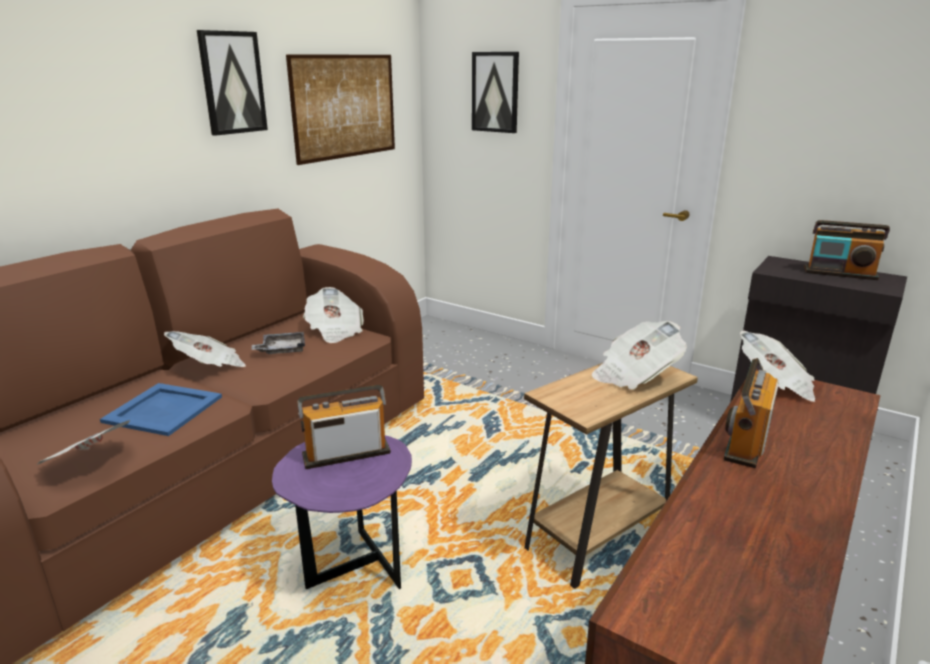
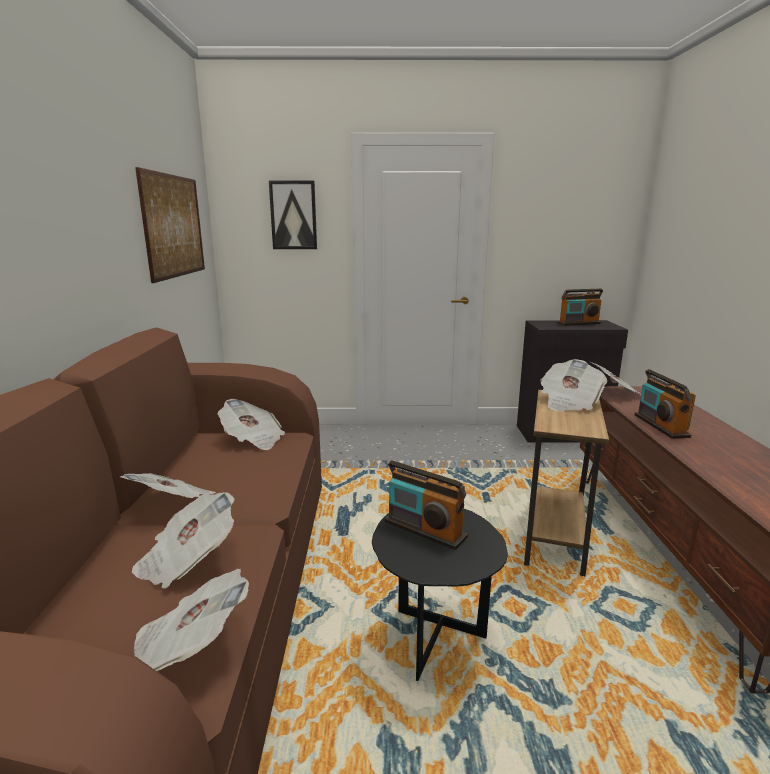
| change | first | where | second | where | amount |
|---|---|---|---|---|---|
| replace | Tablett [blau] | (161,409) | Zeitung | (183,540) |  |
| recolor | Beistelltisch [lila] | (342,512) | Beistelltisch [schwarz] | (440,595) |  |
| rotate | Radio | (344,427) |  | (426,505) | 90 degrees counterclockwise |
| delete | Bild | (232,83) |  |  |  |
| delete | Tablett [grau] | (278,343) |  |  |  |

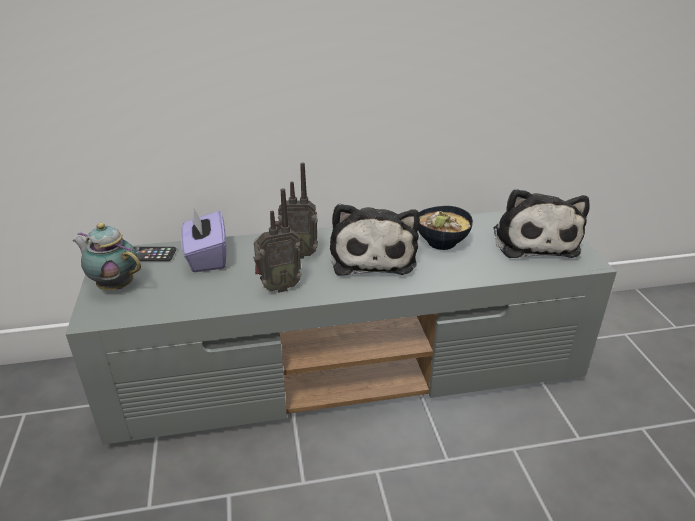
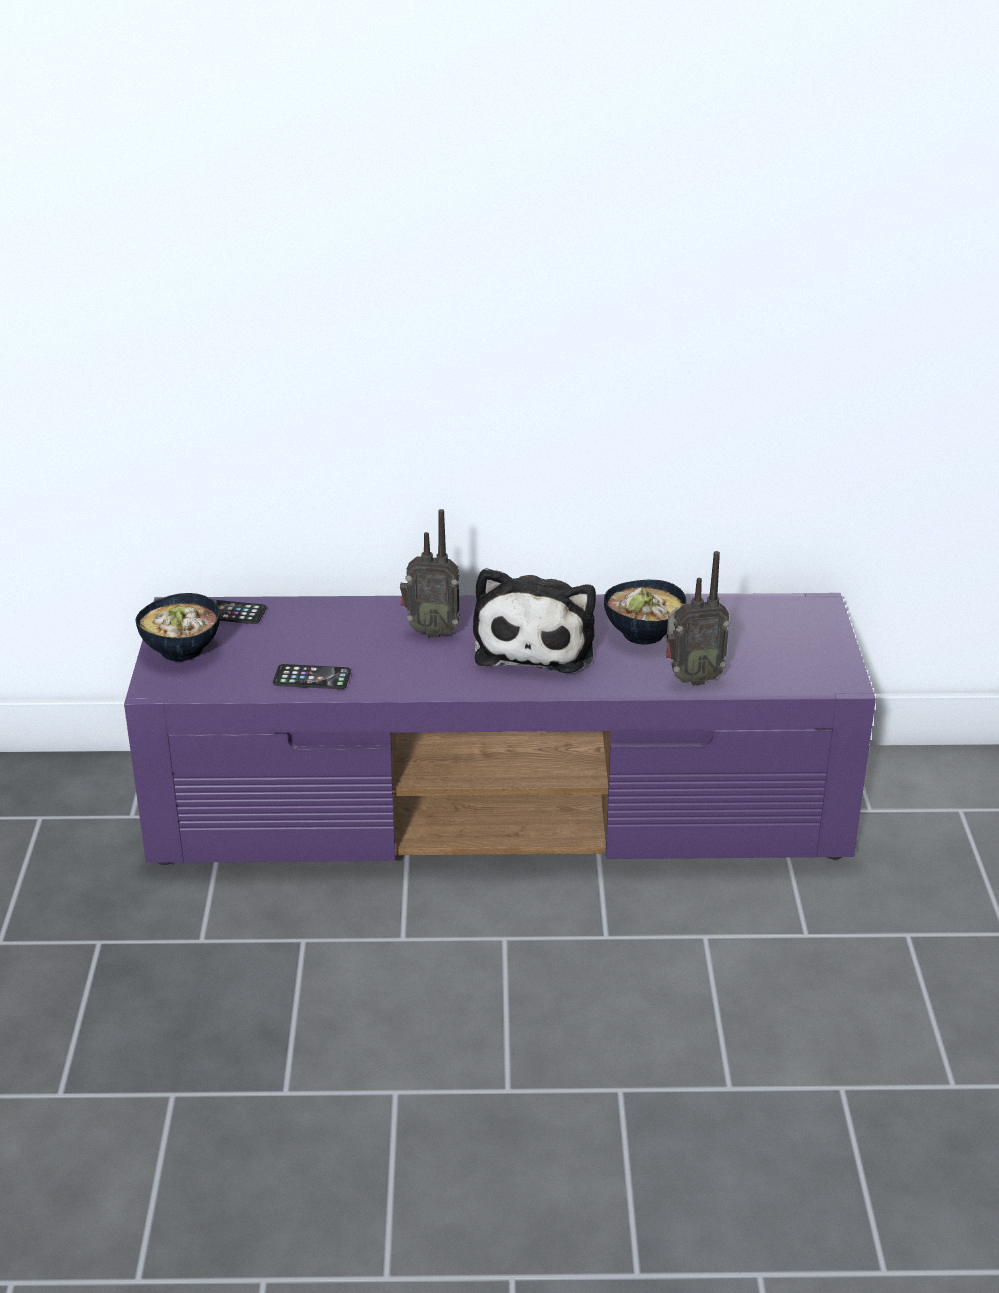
| change | first | where | second | where | amount |
|---|---|---|---|---|---|
| recolor | Fernsehschrank [grau] | (341,328) | Fernsehschrank [lila] | (500,729) |  |
| replace | Teekanne | (106,256) | Schüssel | (178,627) |  |
| insert |  |  | Handy | (312,676) |  |
| move | Radio | (277,240) |  | (698,618) |  |
| delete | Taschentuchbox [lila] | (204,240) |  |  |  |
| delete | Plüschtier | (541,223) |  |  |  |

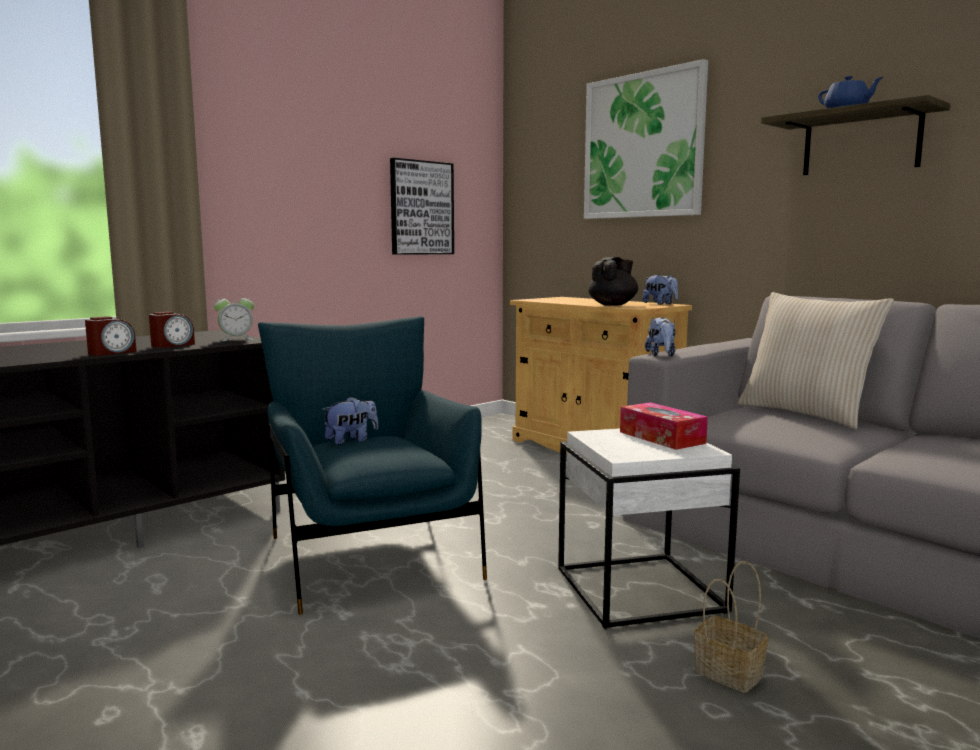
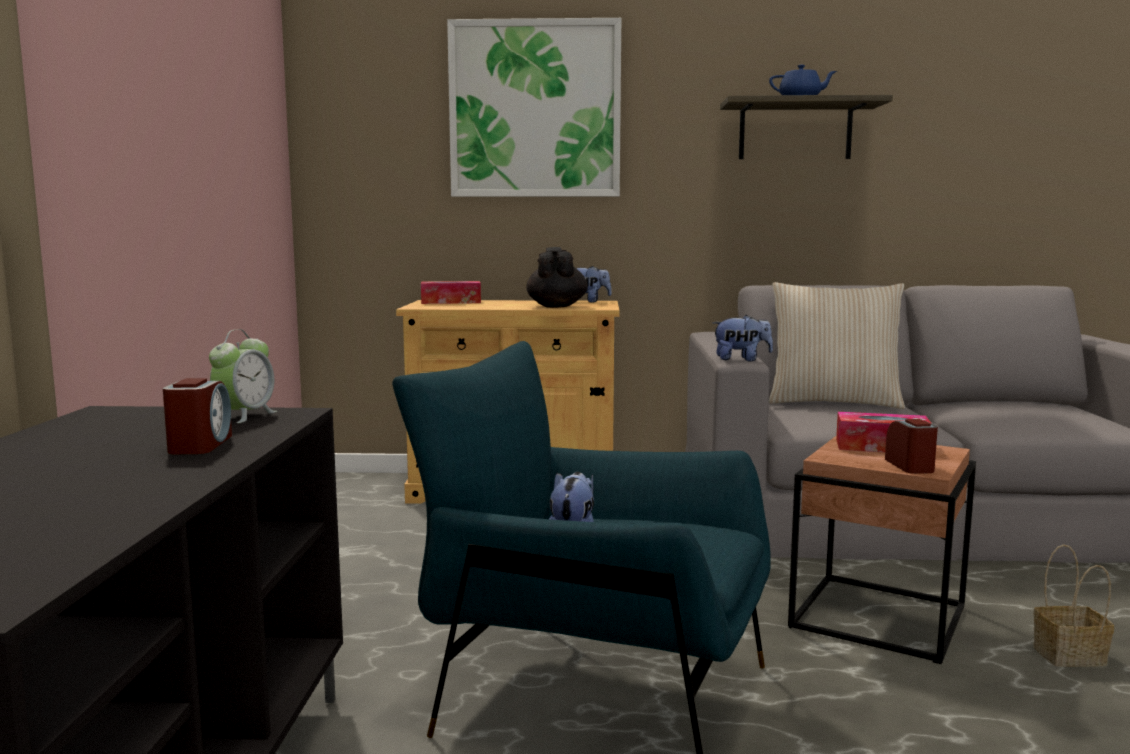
| change | first | where | second | where | amount |
|---|---|---|---|---|---|
| insert |  |  | Taschentuchbox | (451,292) |  |
| rotate | Plüschtier | (660,337) |  | (742,338) | 45 degrees counterclockwise |
| recolor | Beistelltisch [weiß] | (649,528) | Beistelltisch [braun] | (882,550) |  |
| move | Wecker | (111,336) |  | (911,446) |  |
| delete | Bild | (422,206) |  |  |  |

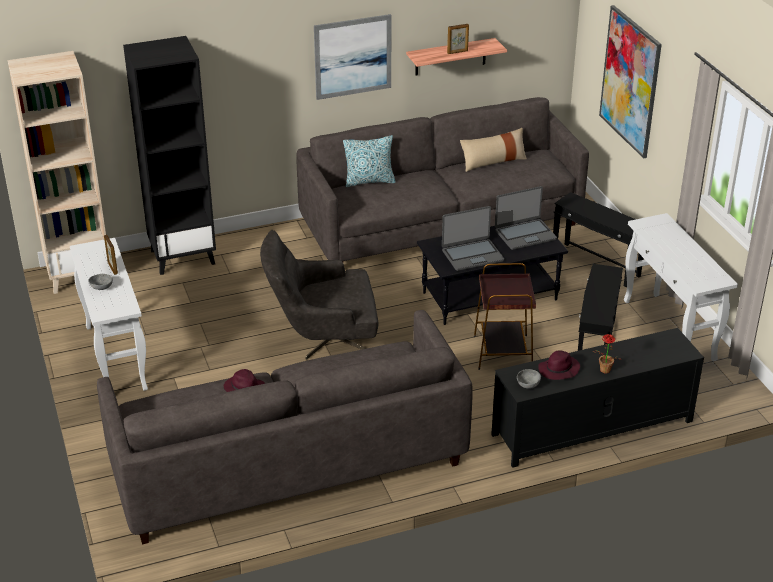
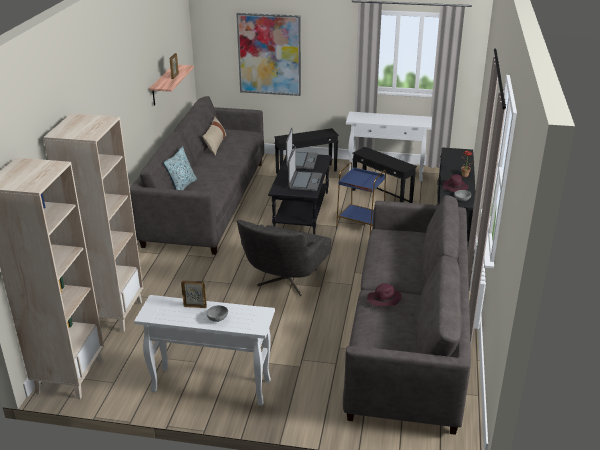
| change | first | where | second | where | amount |
|---|---|---|---|---|---|
| recolor | Bücherregal [schwarz] | (169,155) | Bücherregal [beige] | (93,223) |  |
| recolor | Beistelltisch [braun] | (505,316) | Beistelltisch [blau] | (361,199) |  |
| delete | Bild | (352,57) |  |  |  |

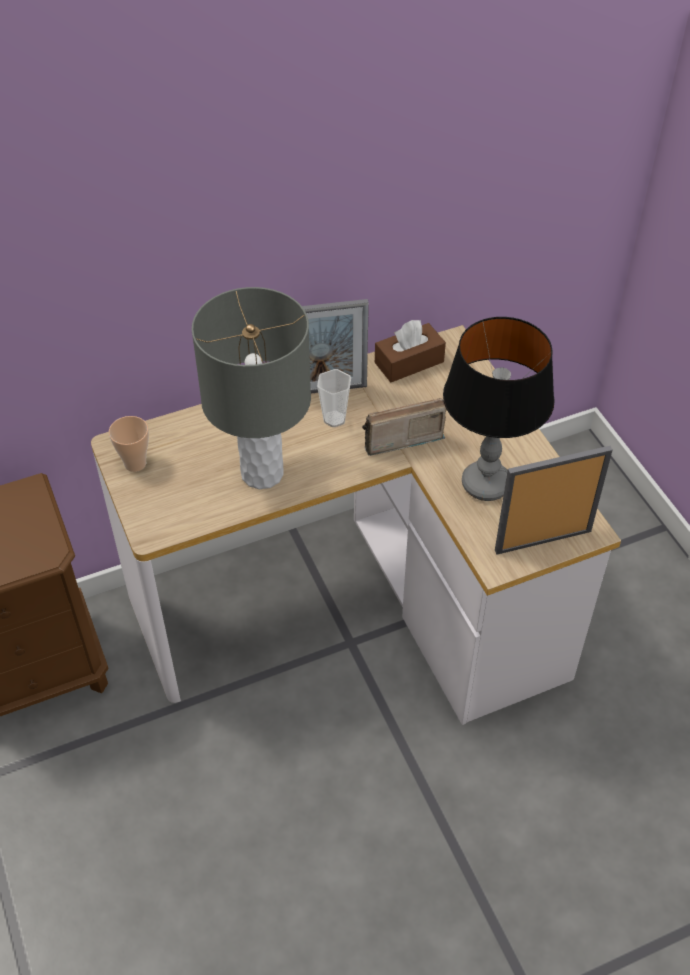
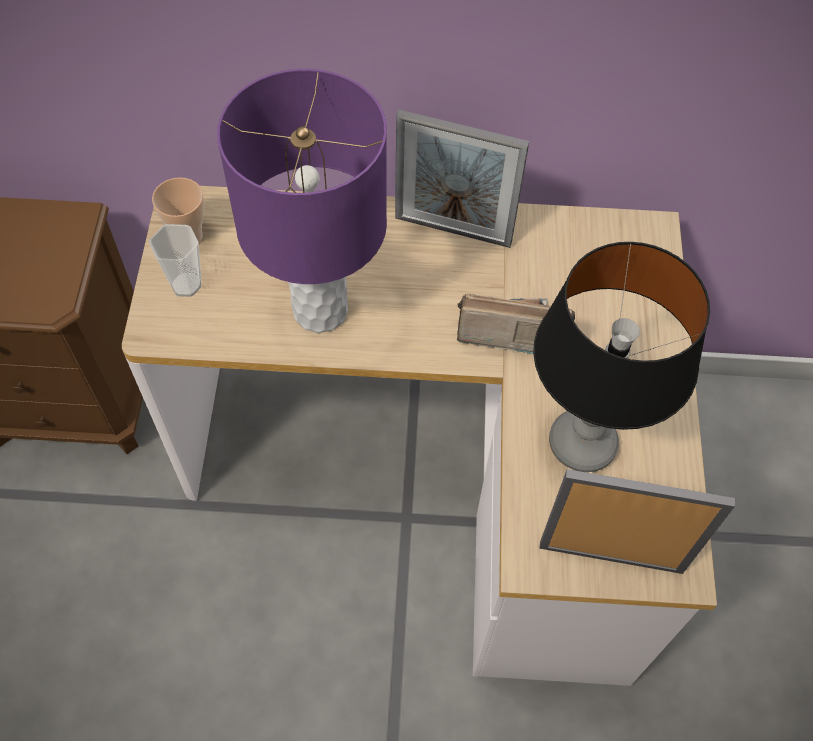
| change | first | where | second | where | amount |
|---|---|---|---|---|---|
| move | Tasse | (334,398) |  | (175,260) |  |
| recolor | Tischlampe [grau] | (251,388) | Tischlampe [lila] | (302,201) |  |
| delete | Taschentuchbox [braun] | (410,351) |  |  |  |

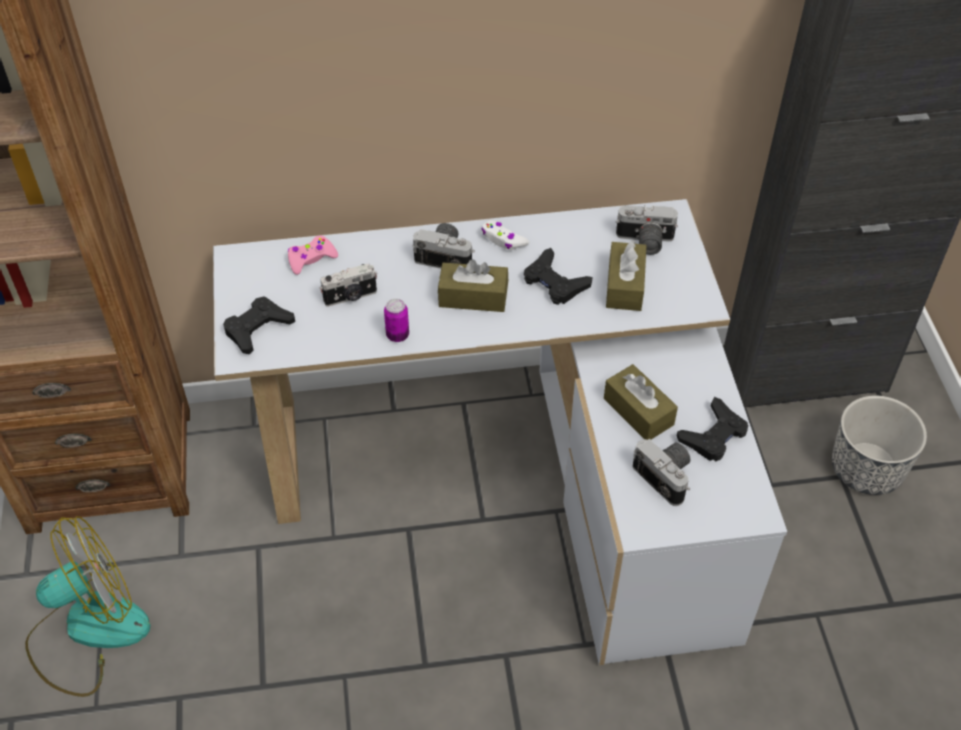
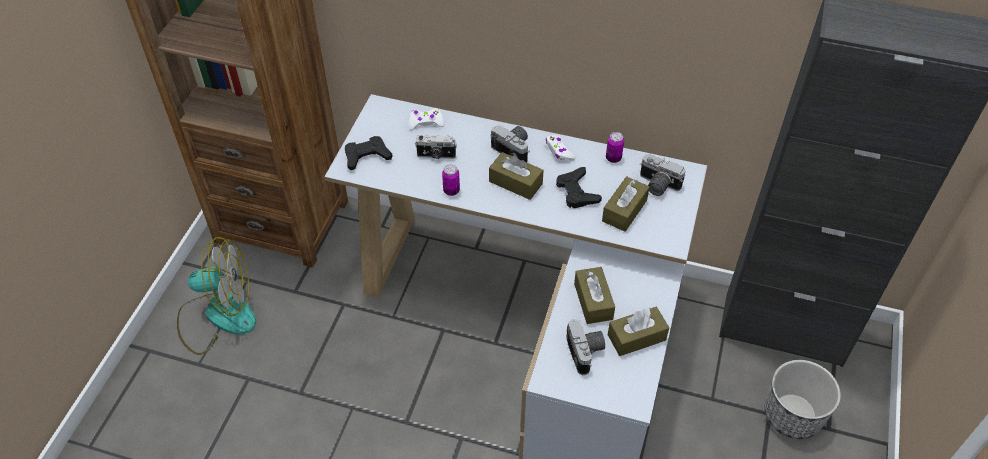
| change | first | where | second | where | amount |
|---|---|---|---|---|---|
| recolor | Gamepad [rosa] | (313,255) | Gamepad [weiß] | (426,119) |  |
| insert |  |  | Dose | (615,147) |  |
| replace | Gamepad [schwarz] | (712,429) | Taschentuchbox [braun] | (638,331) |  |

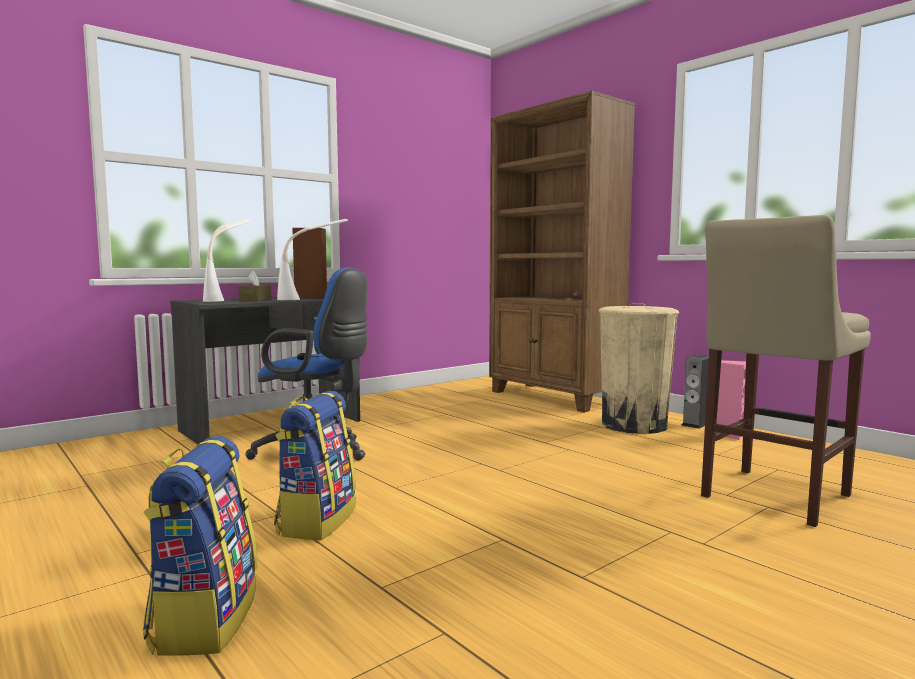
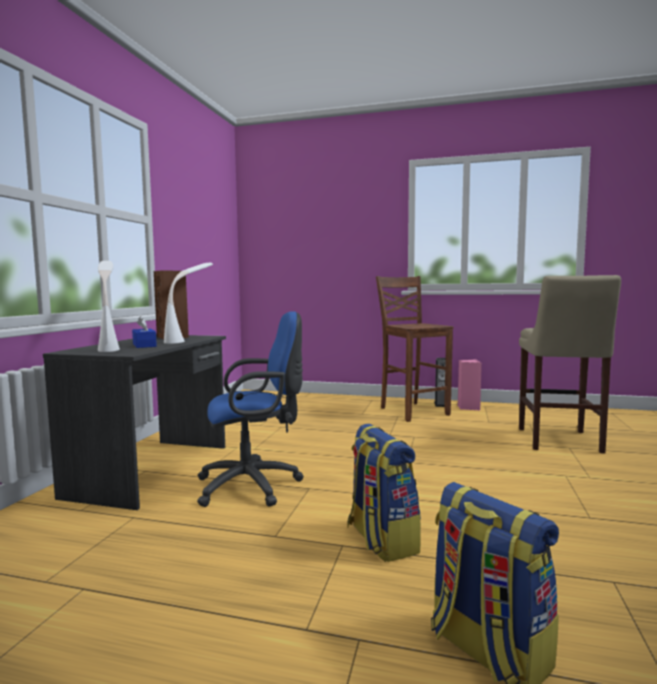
| change | first | where | second | where | amount |
|---|---|---|---|---|---|
| recolor | Taschentuchbox [braun] | (255,286) | Taschentuchbox [blau] | (144,332) |  |
| replace | Mülleimer [beige] | (639,369) | Hocker [braun] | (414,349) |  |
| delete | Bücherregal [braun] | (562,251) |  |  |  |

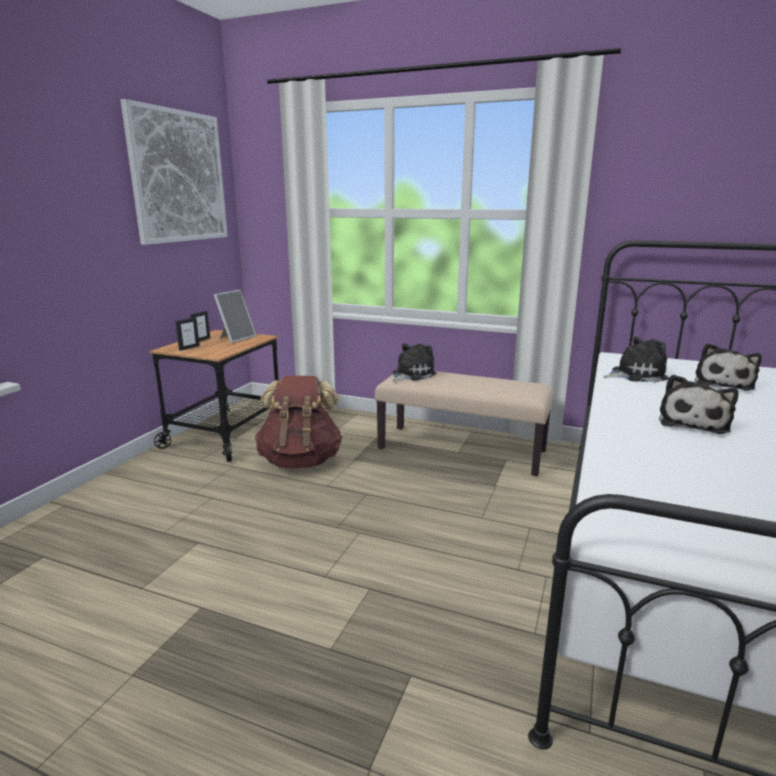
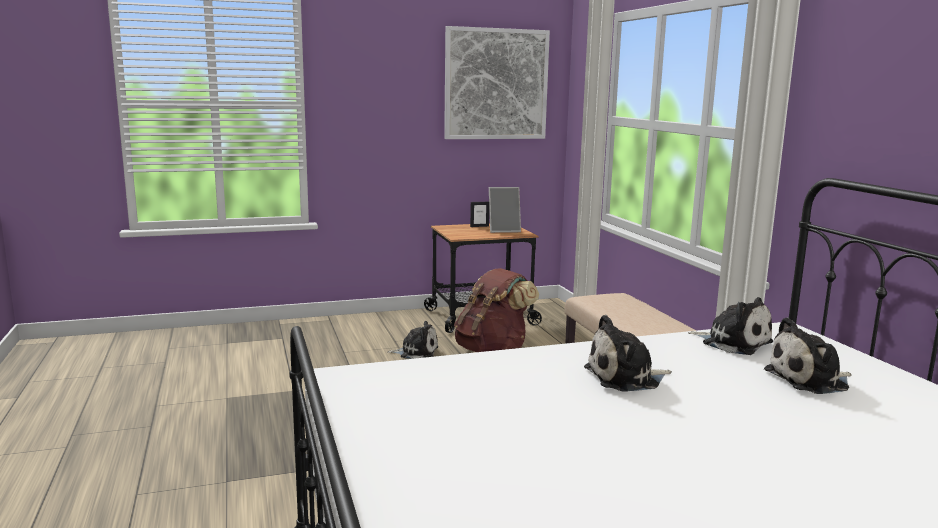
| change | first | where | second | where | amount |
|---|---|---|---|---|---|
| move | Plüschtier | (414,363) |  | (412,340) |  |
| delete | Bilderrahmen | (187,334) |  |  |  |

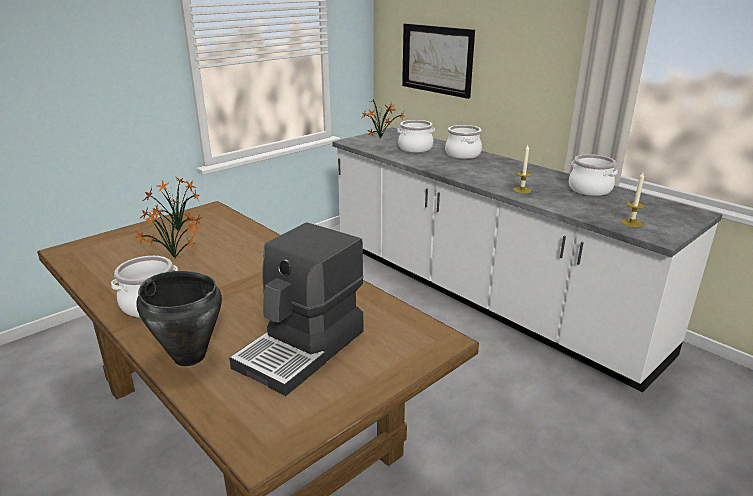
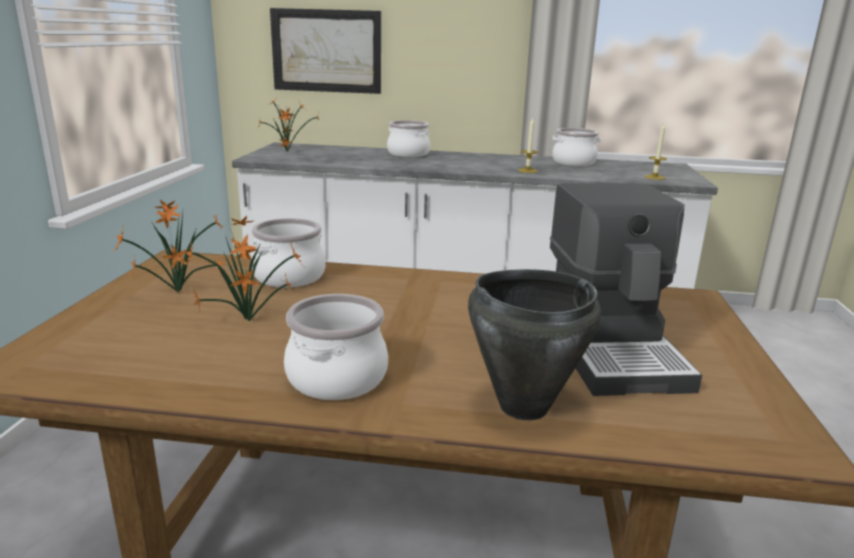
| change | first | where | second | where | amount |
|---|---|---|---|---|---|
| move | Kochtopf | (416,136) |  | (288,253) |  |

